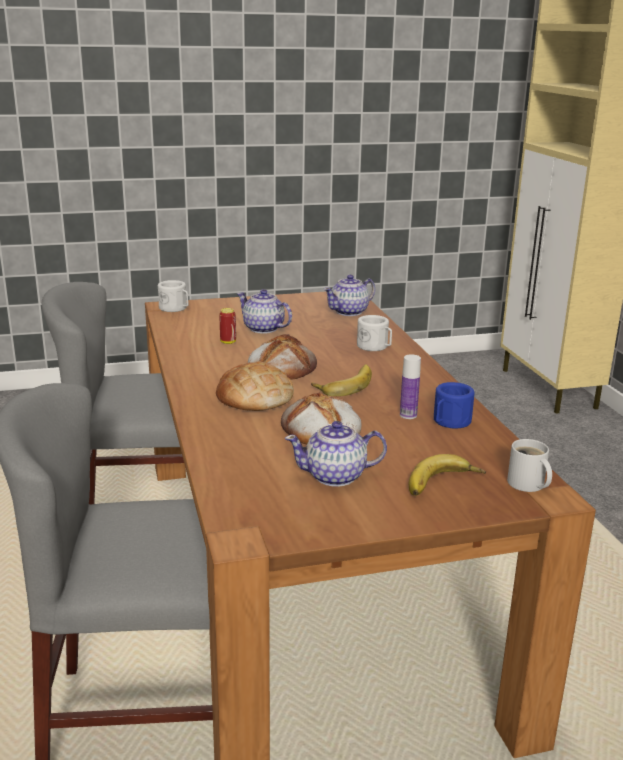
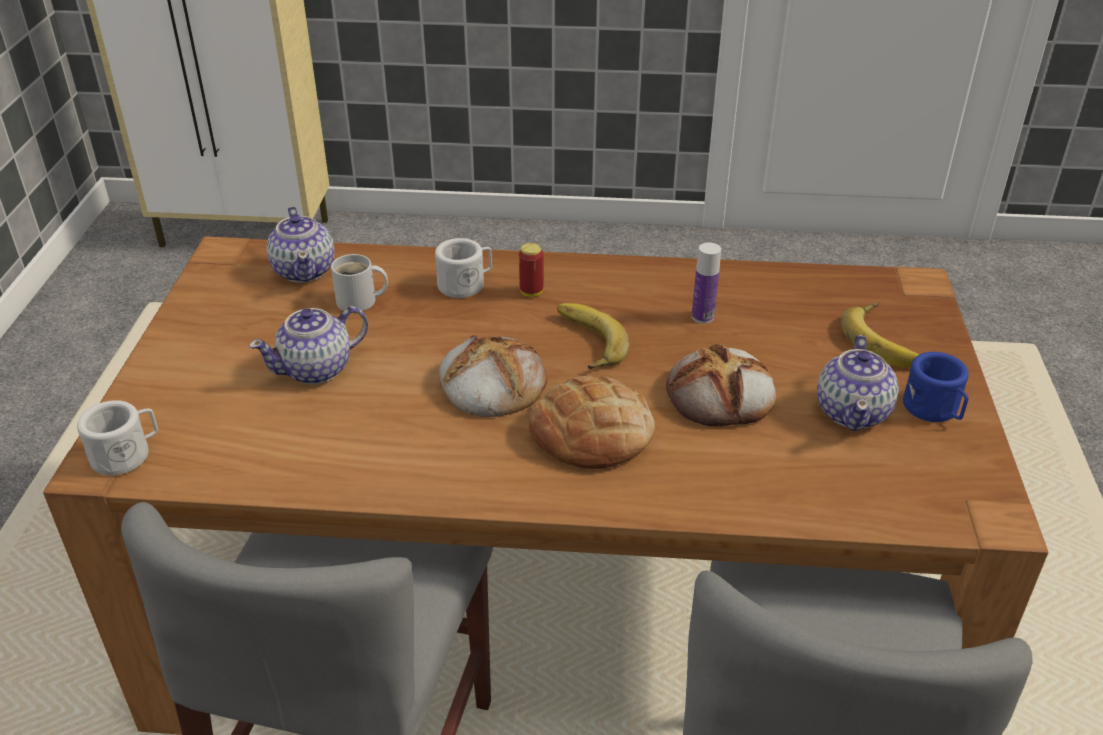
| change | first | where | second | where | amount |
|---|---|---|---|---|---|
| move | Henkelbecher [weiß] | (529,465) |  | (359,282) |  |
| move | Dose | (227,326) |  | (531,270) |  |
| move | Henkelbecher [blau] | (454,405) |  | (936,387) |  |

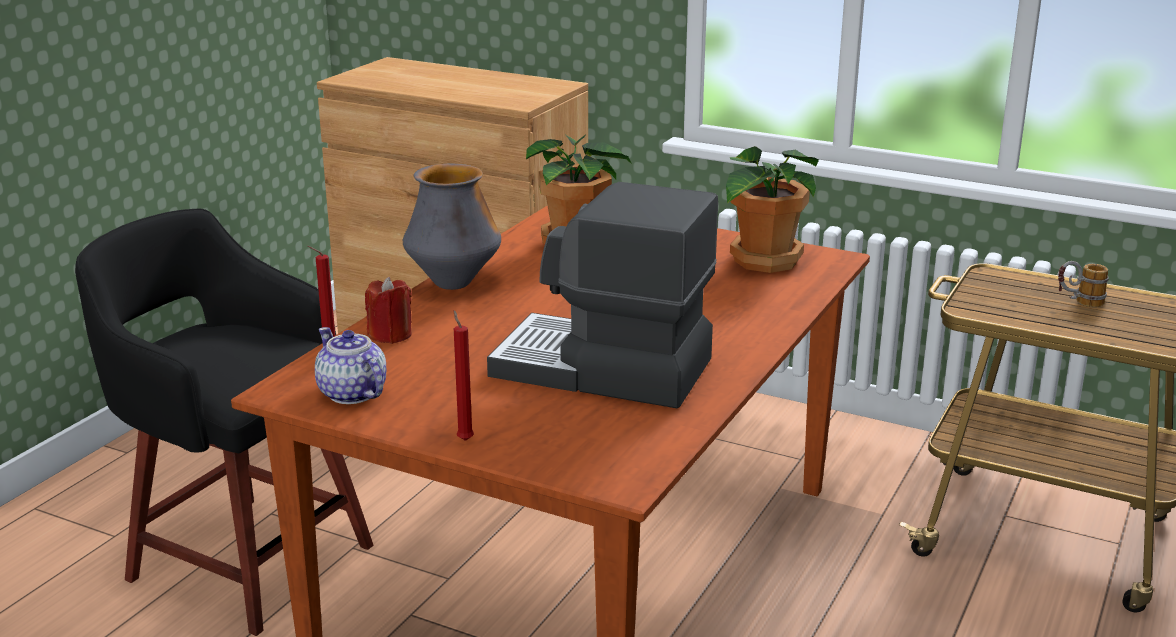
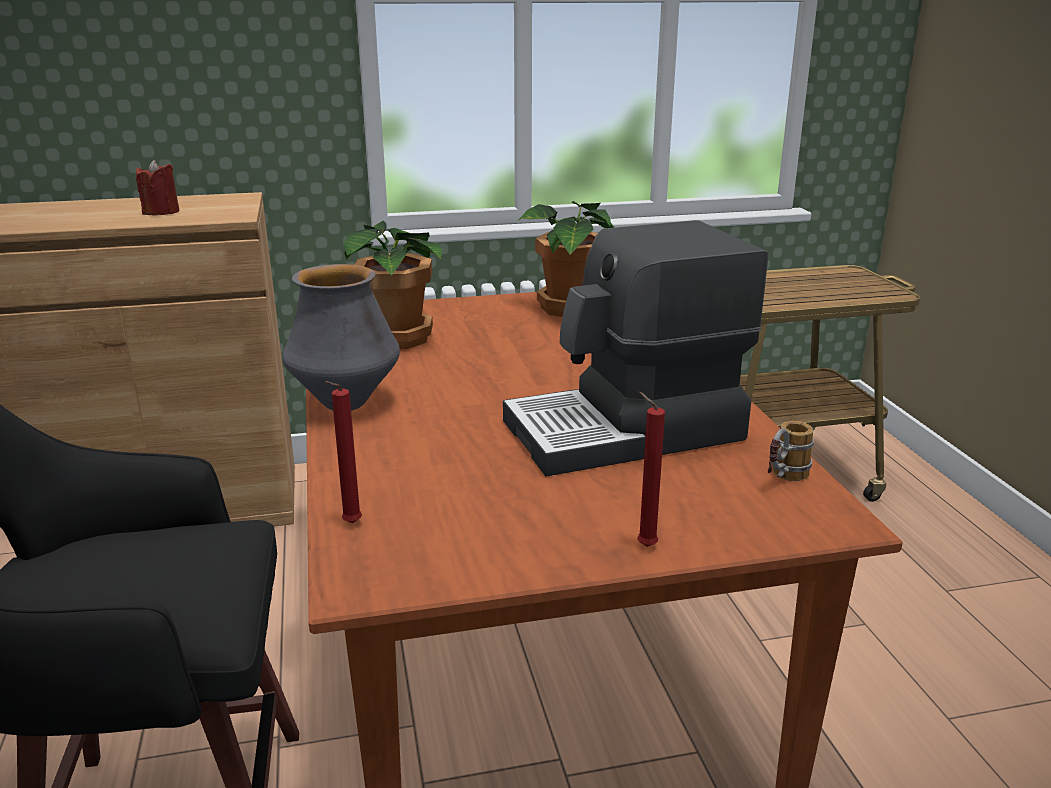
| change | first | where | second | where | amount |
|---|---|---|---|---|---|
| move | Kerze [rot] | (388,310) |  | (157,187) |  |
| move | Henkelbecher | (1083,284) |  | (791,451) |  |
| delete | Teekanne | (350,365) |  |  |  |

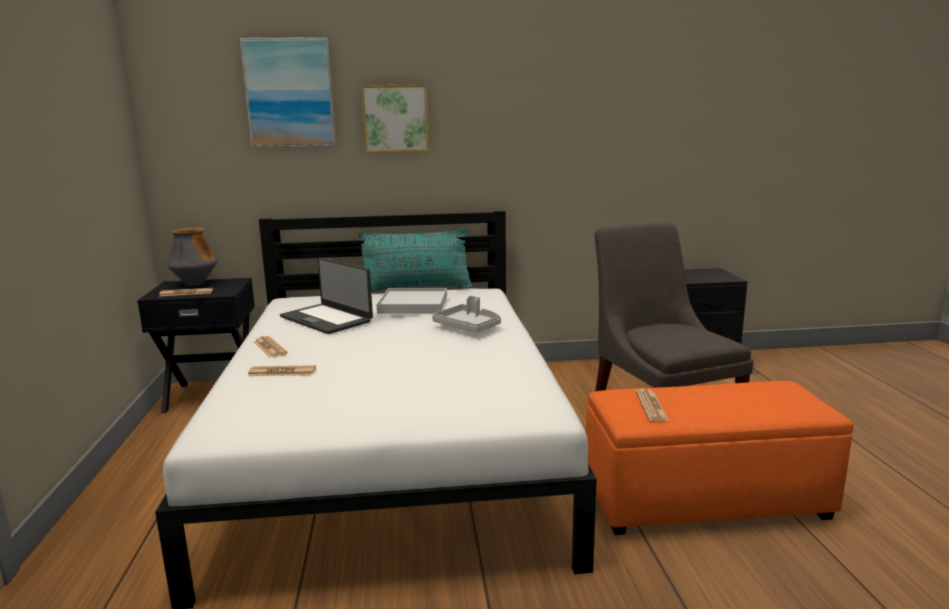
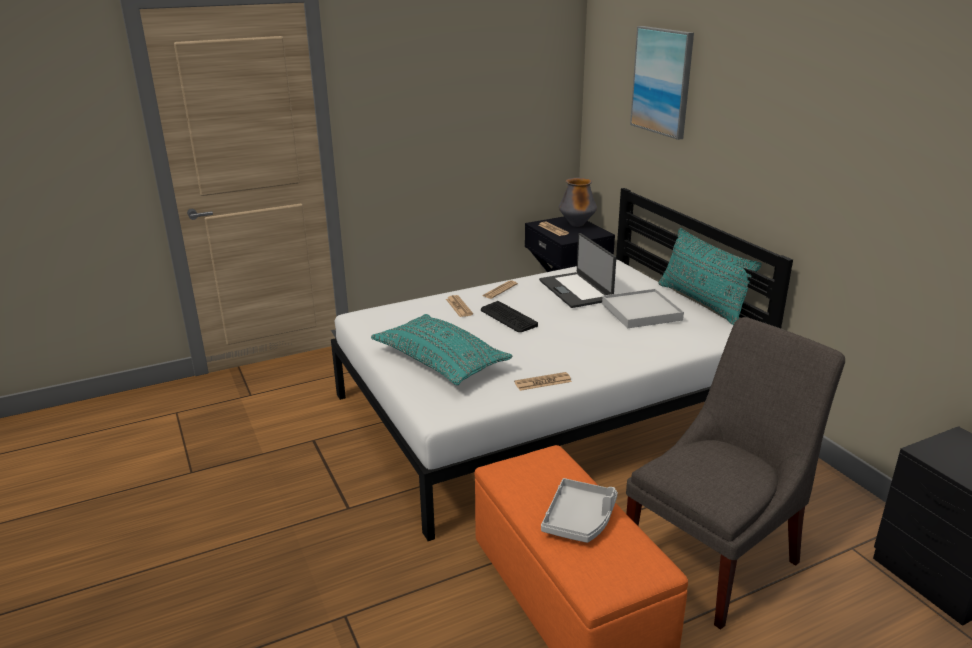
| change | first | where | second | where | amount |
|---|---|---|---|---|---|
| insert |  |  | Kissen [türkis] | (441,349) |  |
| insert |  |  | Tastatur | (509,316) |  |
| move | Zeitung | (652,405) |  | (543,381) |  |
| rotate | Laptop | (326,295) |  | (577,270) | 45 degrees counterclockwise |
| move | Tablett [grau] | (466,314) |  | (579,510) |  |
| delete | Bild | (395,118) |  |  |  |

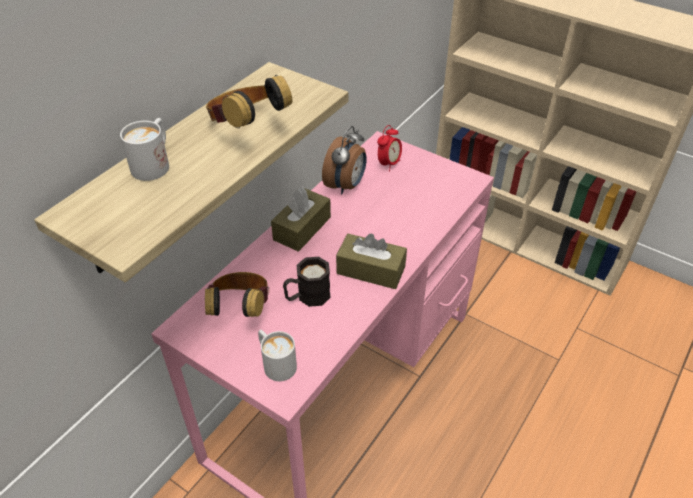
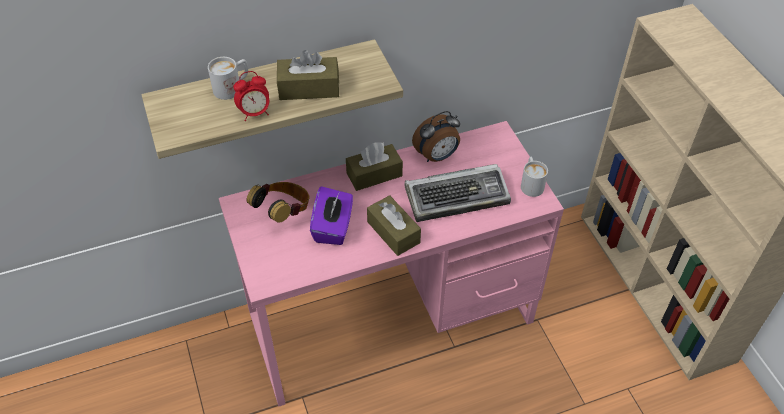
| change | first | where | second | where | amount |
|---|---|---|---|---|---|
| move | Wecker | (389,148) |  | (251,96) |  |
| replace | Kopfhörer | (249,101) | Taschentuchbox [braun] | (308,75) |  |
| replace | Henkelbecher [schwarz] | (307,282) | Taschentuchbox [lila] | (331,215) |  |
| insert |  |  | Tastatur | (458,193) |  |
| move | Henkelbecher [weiß] | (277,355) |  | (534,177) |  |

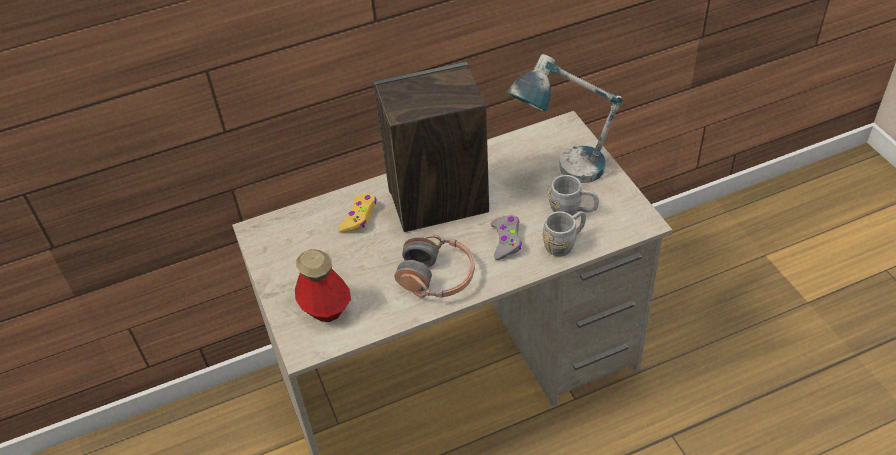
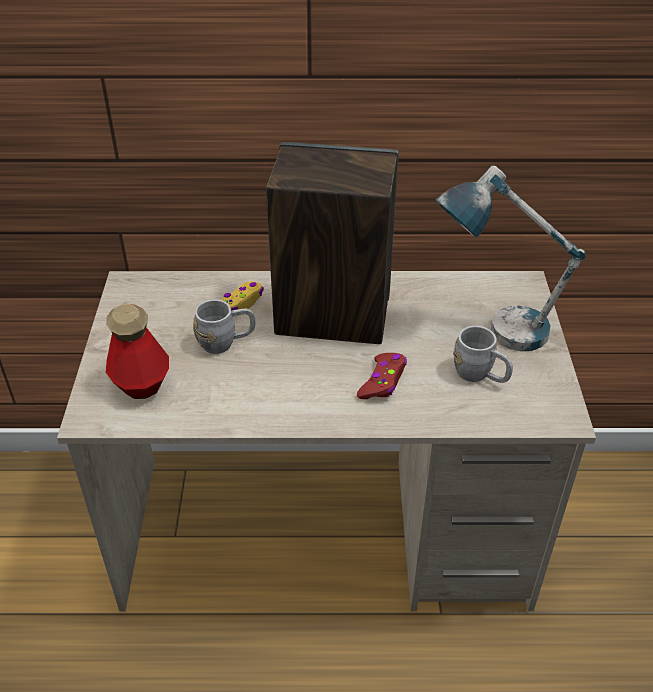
| change | first | where | second | where | amount |
|---|---|---|---|---|---|
| move | Henkelbecher [grau] | (564,233) |  | (224,326) |  |
| recolor | Gamepad [grau] | (506,237) | Gamepad [rot] | (382,376) |  |
| delete | Kopfhörer | (434,266) |  |  |  |

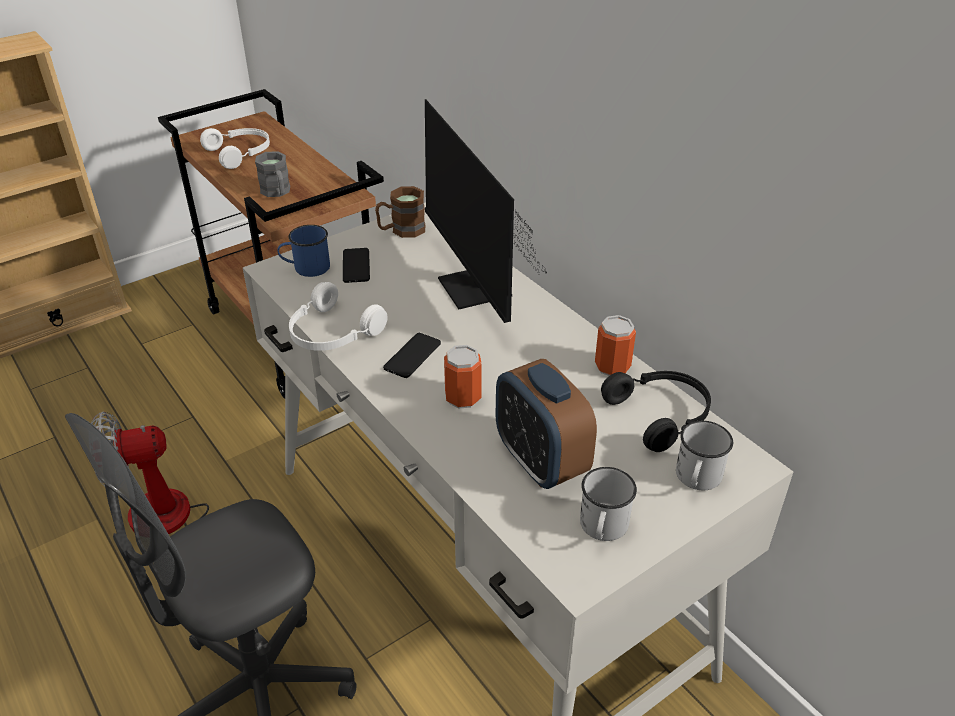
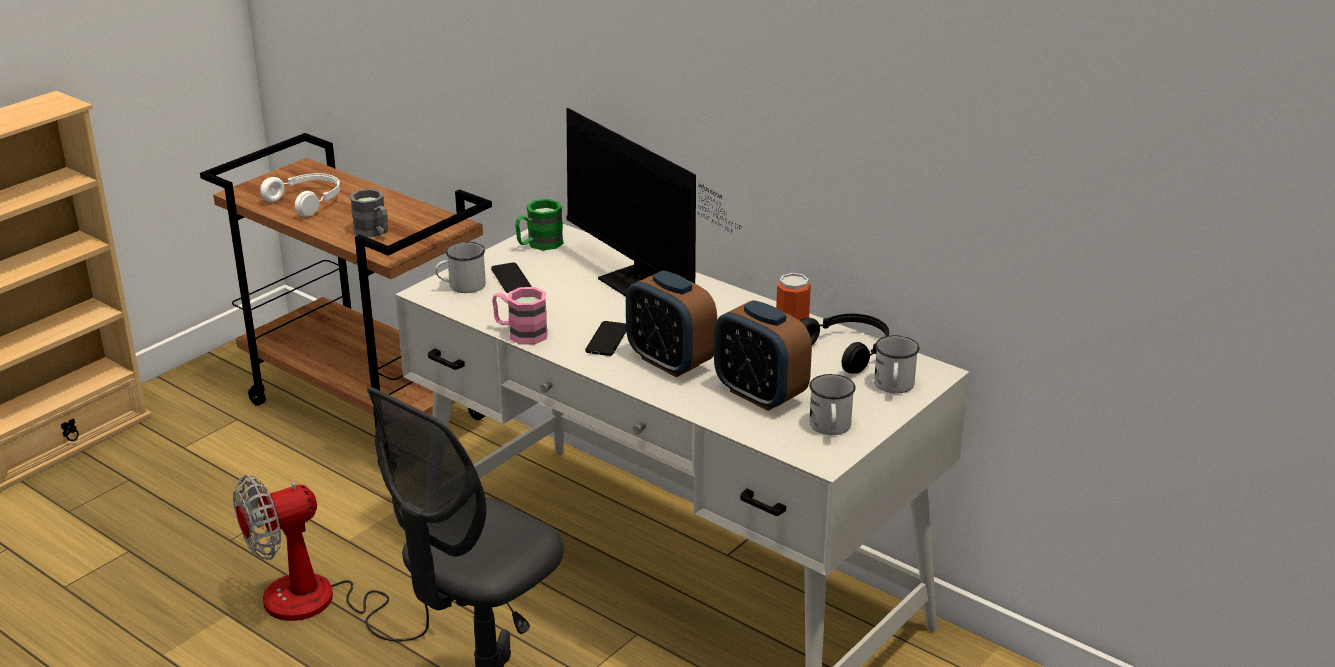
| change | first | where | second | where | amount |
|---|---|---|---|---|---|
| recolor | Henkelbecher [blau] | (303,251) | Henkelbecher [weiß] | (460,267) |  |
| replace | Kopfhörer [weiß] | (338,316) | Henkelbecher [rosa] | (520,316) |  |
| recolor | Henkelbecher [braun] | (400,212) | Henkelbecher [grün] | (539,224) |  |
| replace | Dose | (463,377) | Wecker | (671,323) |  |

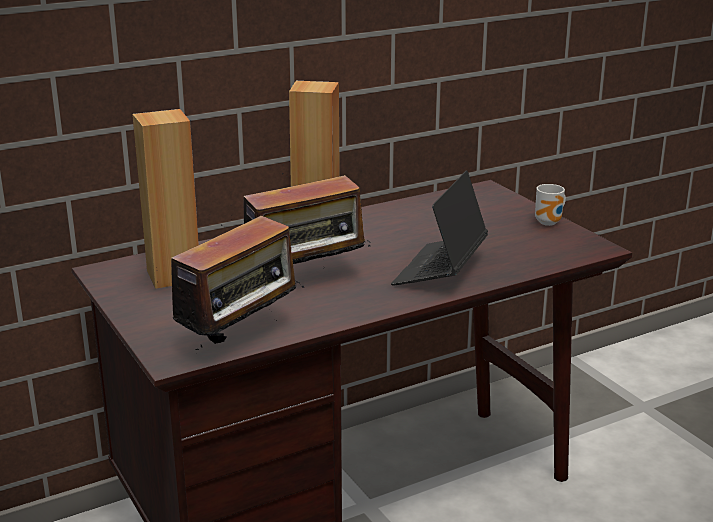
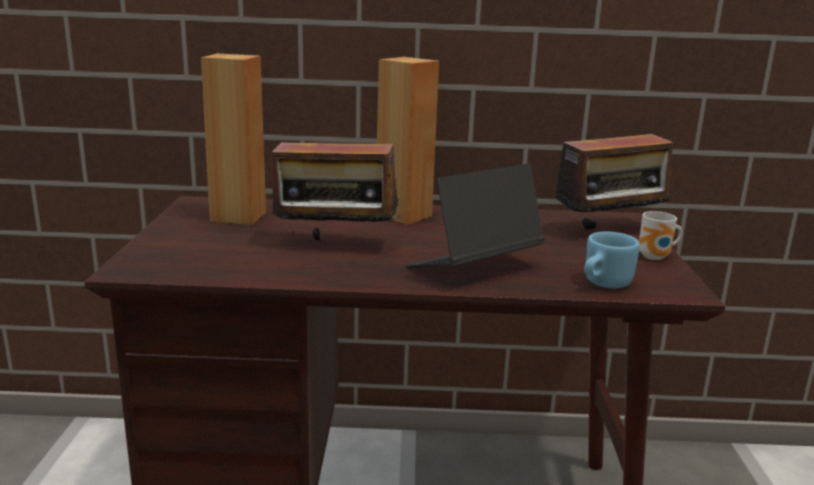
| change | first | where | second | where | amount |
|---|---|---|---|---|---|
| move | Radio | (230,282) |  | (612,173) |  |
| insert |  |  | Henkelbecher [blau] | (612,260) |  |

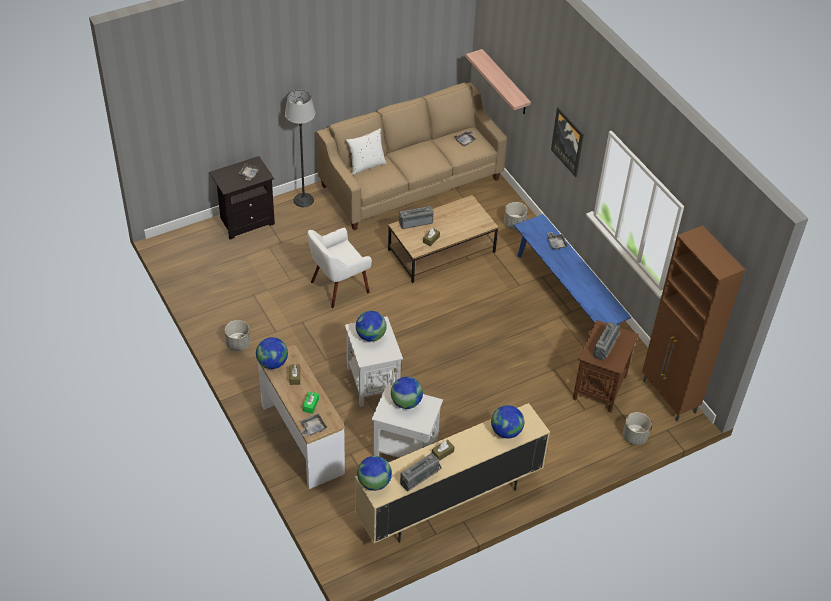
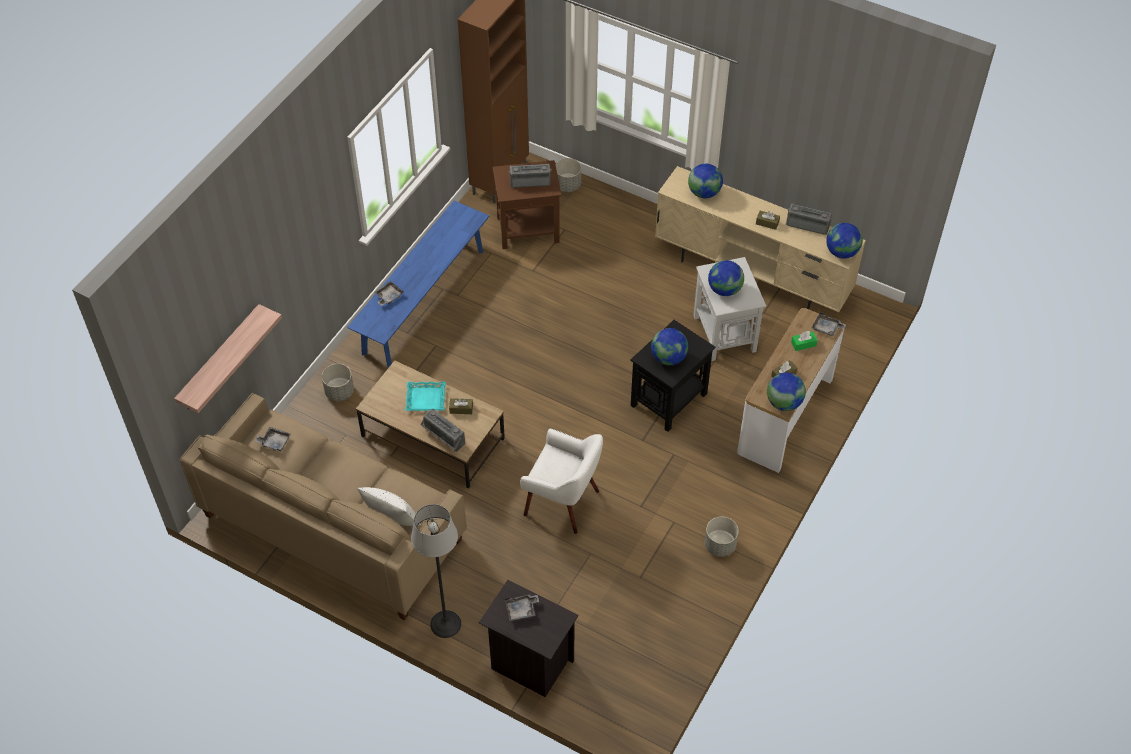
| change | first | where | second | where | amount |
|---|---|---|---|---|---|
| insert |  |  | Tablett [türkis] | (425,396) |  |
| recolor | Beistelltisch [weiß] | (374,361) | Beistelltisch [schwarz] | (673,376) |  |
| delete | Bild | (567,142) |  |  |  |

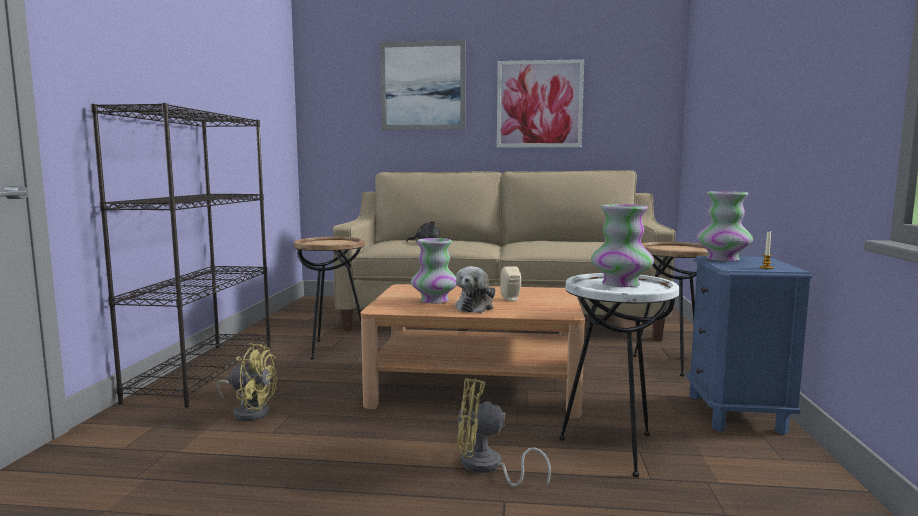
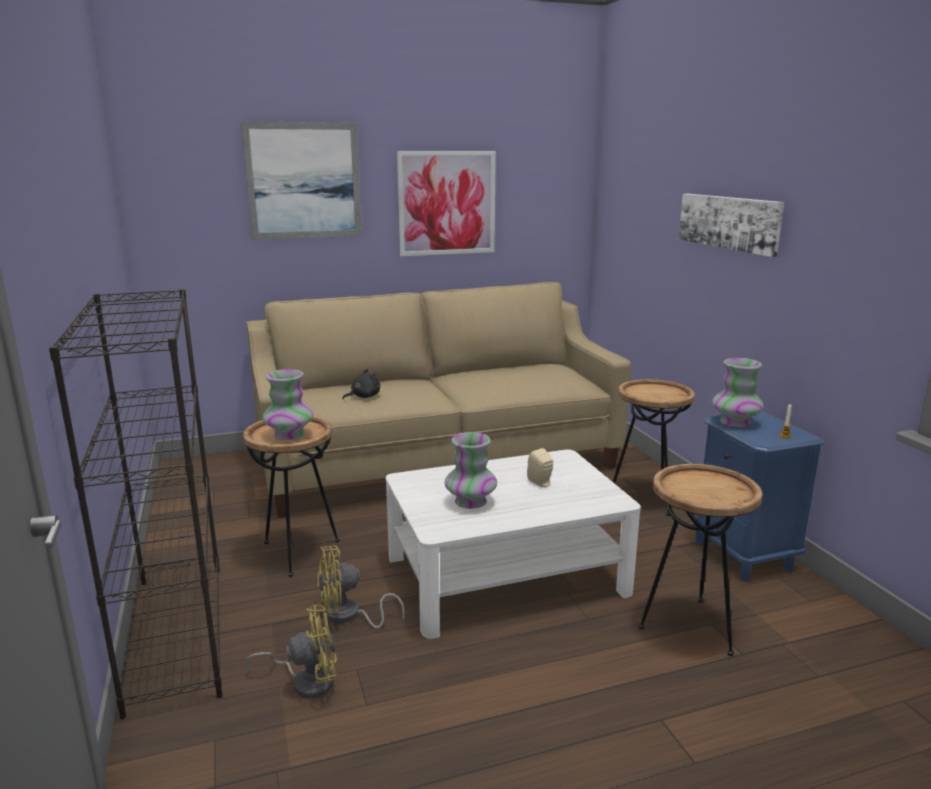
| change | first | where | second | where | amount |
|---|---|---|---|---|---|
| move | Vase | (622,245) |  | (288,404) |  |
| move | Ventilator [gelb] | (504,432) |  | (361,587) |  |
| recolor | Couchtisch [braun] | (472,351) | Couchtisch [weiß] | (513,544) |  |
| recolor | Beistelltisch [weiß] | (619,375) | Beistelltisch [braun] | (700,560) |  |
| insert |  |  | Bild | (732,225) |  |
| delete | Plüschtier | (475,289) |  |  |  |

